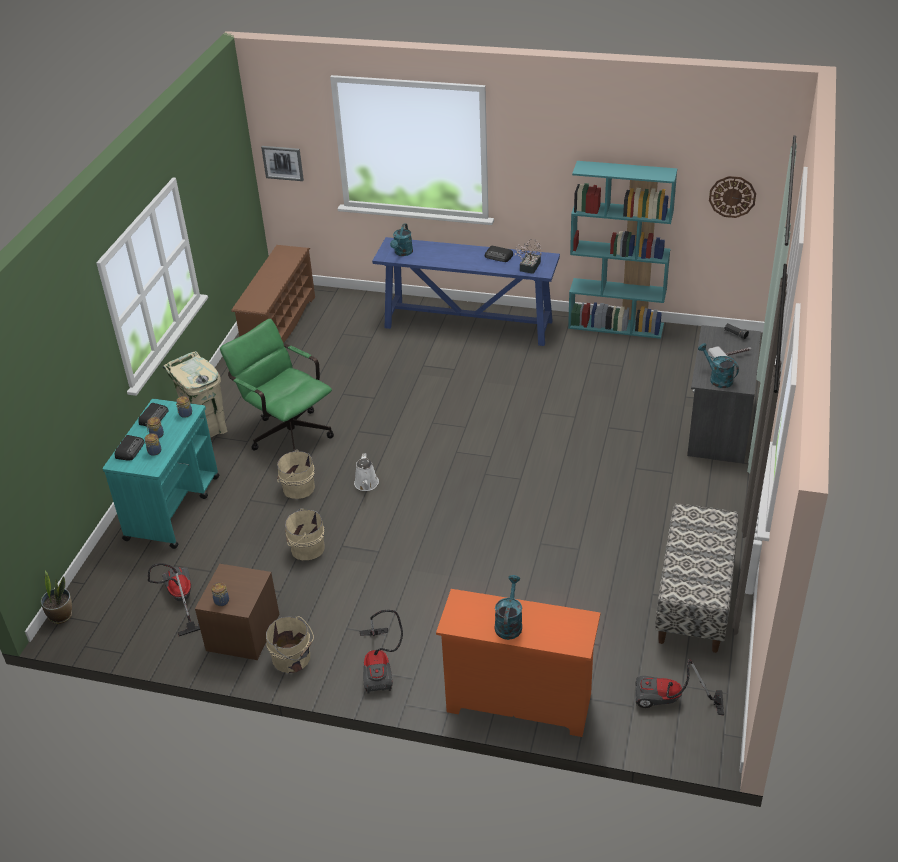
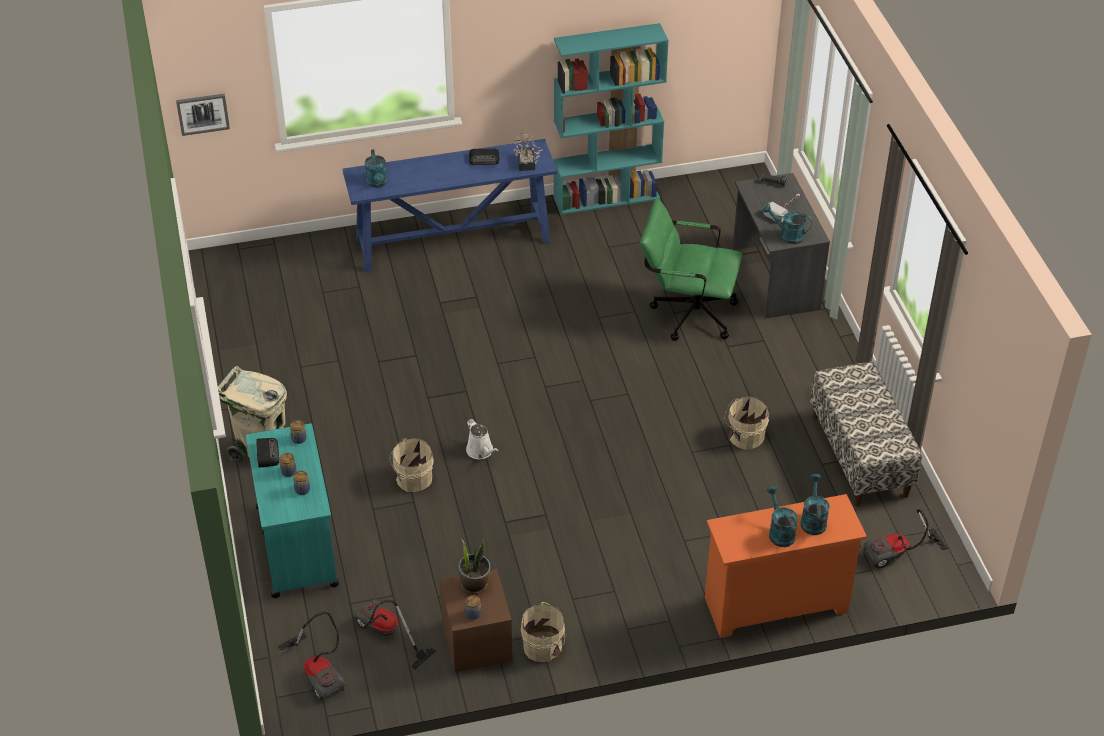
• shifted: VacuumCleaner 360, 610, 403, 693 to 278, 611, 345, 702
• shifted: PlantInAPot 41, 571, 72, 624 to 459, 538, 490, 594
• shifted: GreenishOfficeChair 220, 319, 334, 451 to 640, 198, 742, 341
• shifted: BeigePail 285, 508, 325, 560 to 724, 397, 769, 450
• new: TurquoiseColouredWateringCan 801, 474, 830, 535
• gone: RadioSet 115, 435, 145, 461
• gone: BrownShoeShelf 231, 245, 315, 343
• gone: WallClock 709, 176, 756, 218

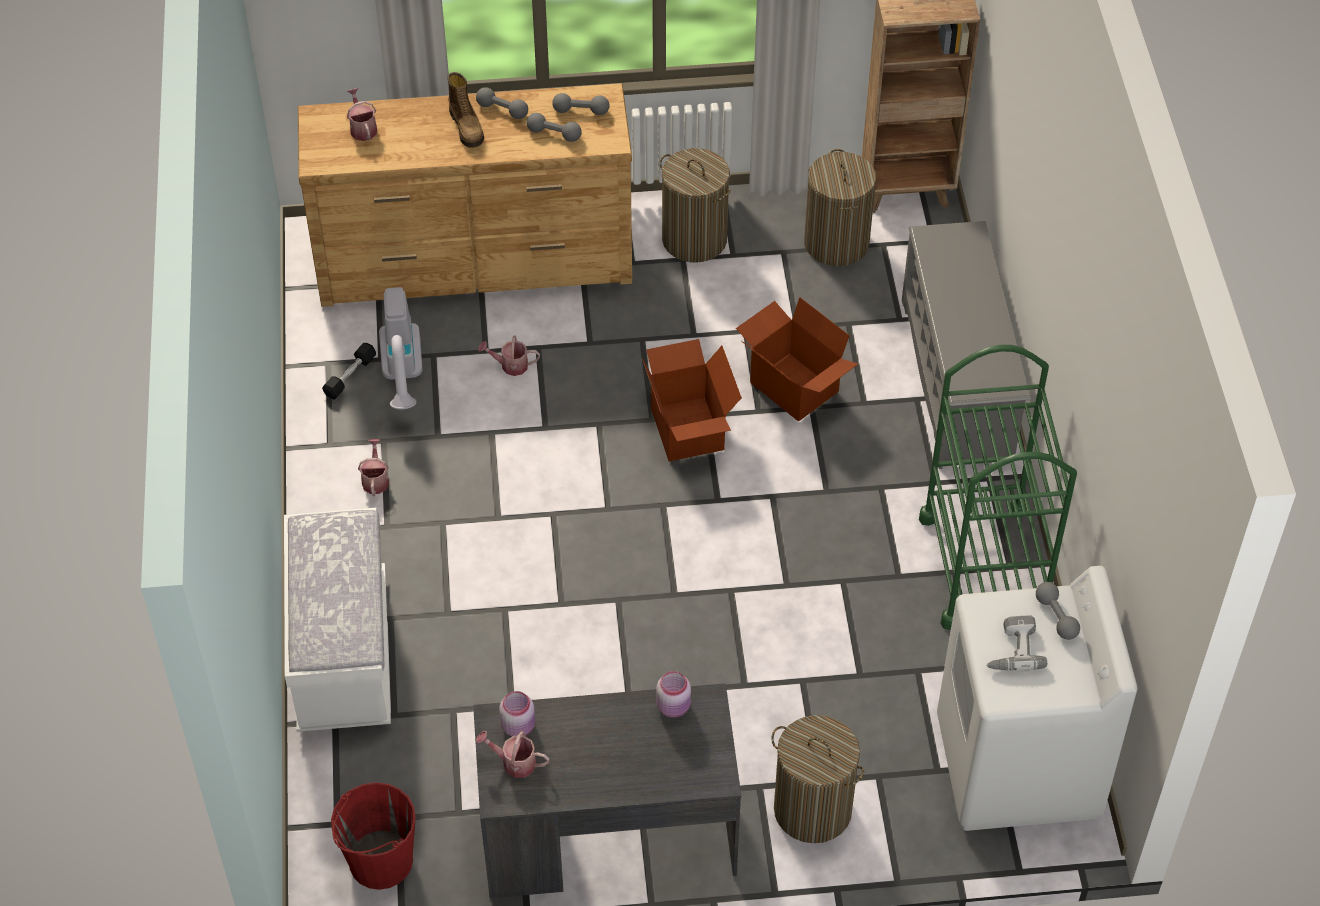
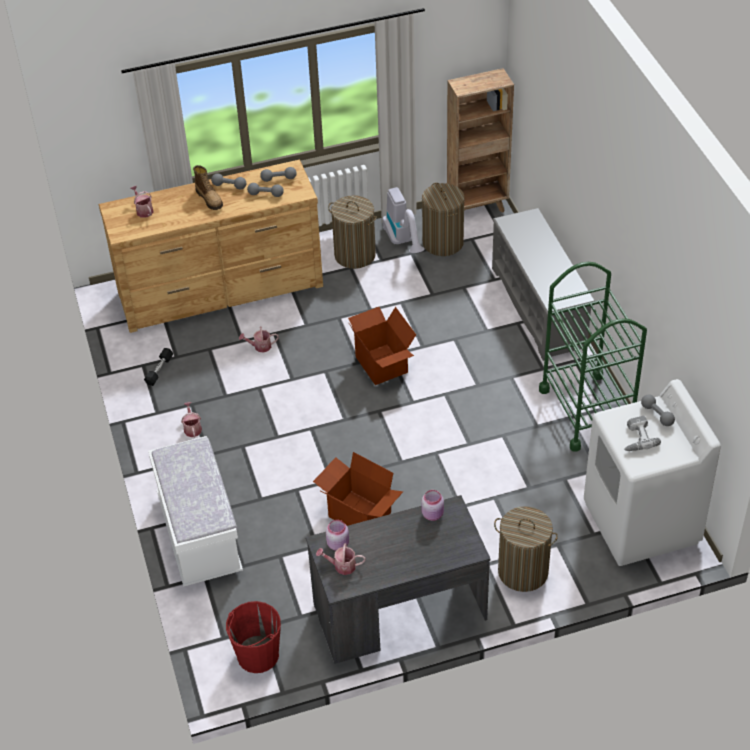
• shifted: PackingBox 736, 297, 858, 421 to 313, 452, 403, 526
• shifted: VacuumCleaner 379, 287, 423, 410 to 383, 187, 425, 253

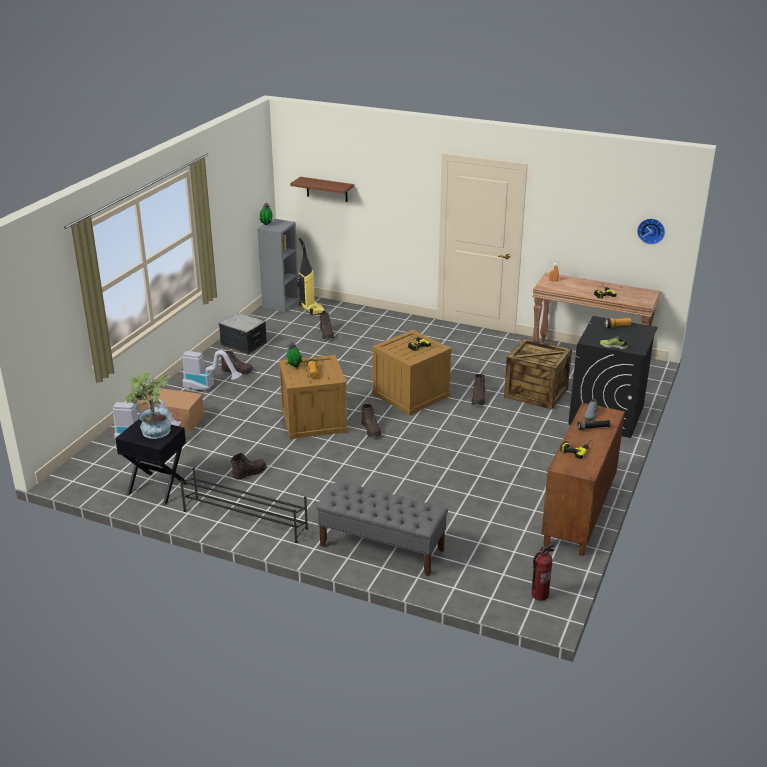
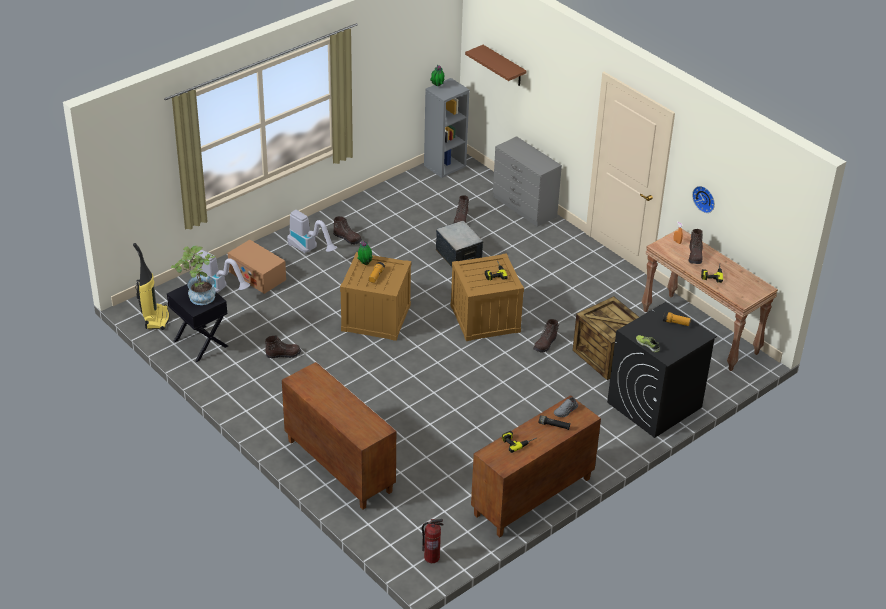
• shifted: VacuumCleaner 297, 238, 326, 315 to 133, 243, 170, 330
• swapped: GrayLongSeat 316, 481, 448, 576 to BrownStorageCabinet 282, 362, 396, 510
• shifted: StorageContainer 219, 313, 267, 354 to 436, 221, 484, 267
• new: GrayChestOfDrawers 493, 136, 562, 227
• shifted: BrownTallBoot 361, 404, 381, 437 to 688, 229, 703, 264
• shifted: WallClock 637, 218, 665, 245 to 692, 186, 715, 213
• gone: BlackishShoeShelf 180, 468, 308, 543

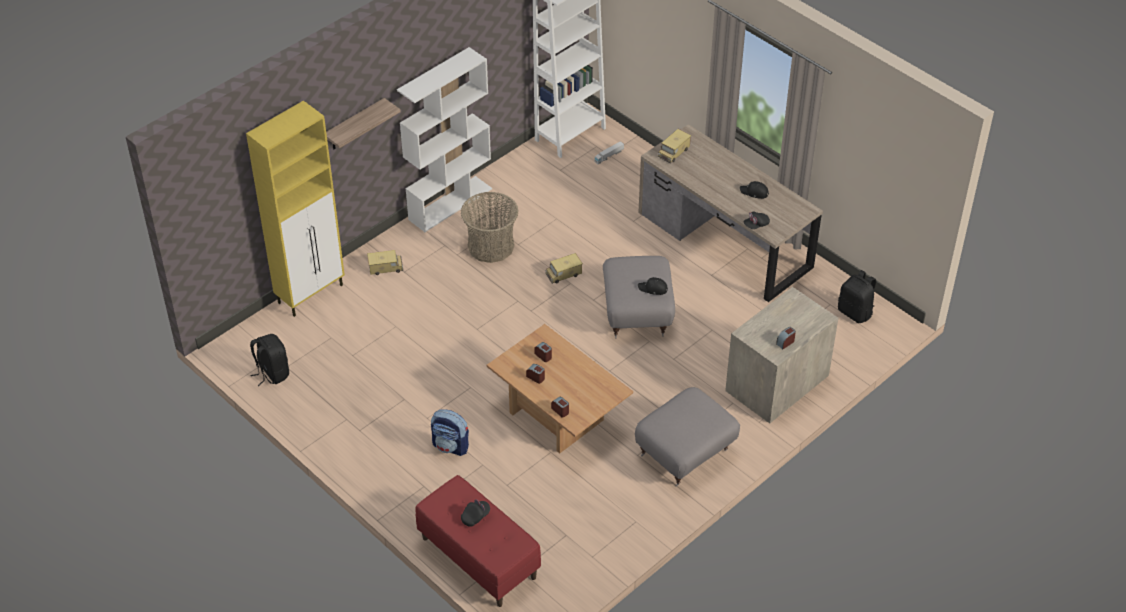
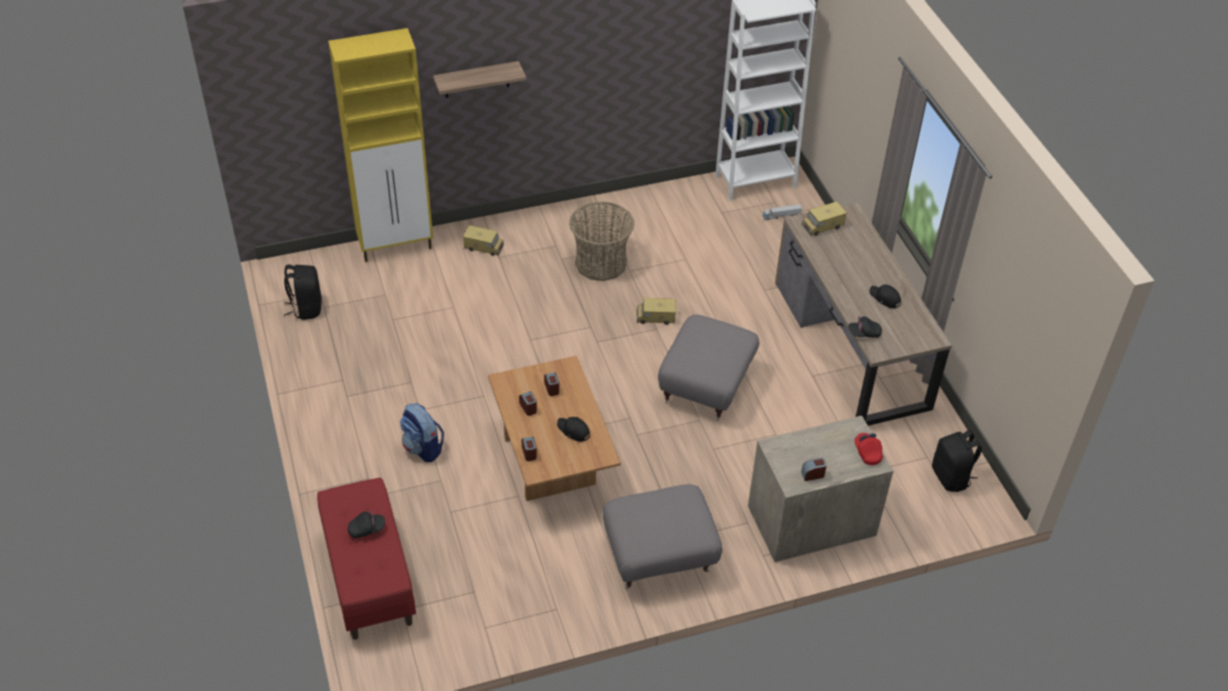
• shifted: BlackishPeakedCap 638, 277, 668, 295 to 557, 417, 590, 442
• new: RedColouredPeakedCap 855, 433, 883, 465
• gone: WhitishBookcase 397, 47, 492, 232

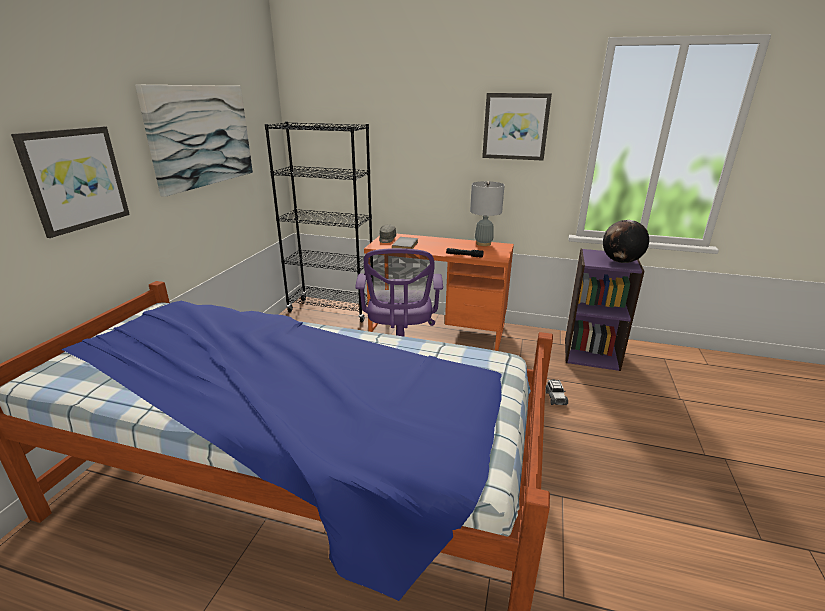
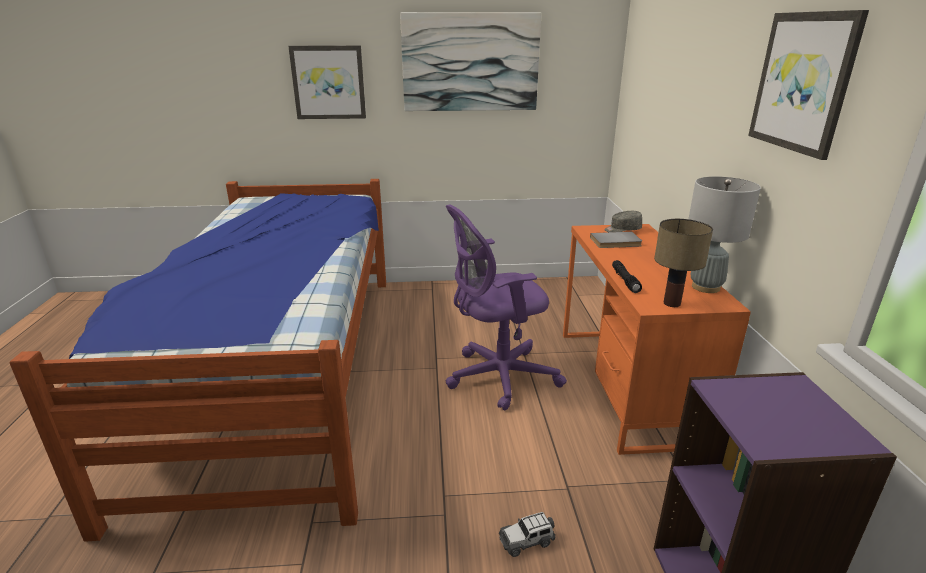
• new: TableLamp 654, 219, 713, 307
• gone: BlackishBookcase 265, 122, 373, 323
• gone: WorldGlobe 603, 220, 649, 263

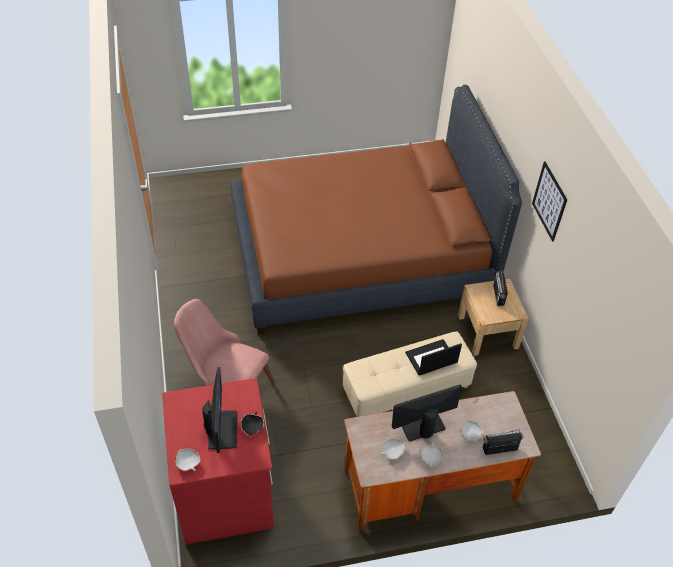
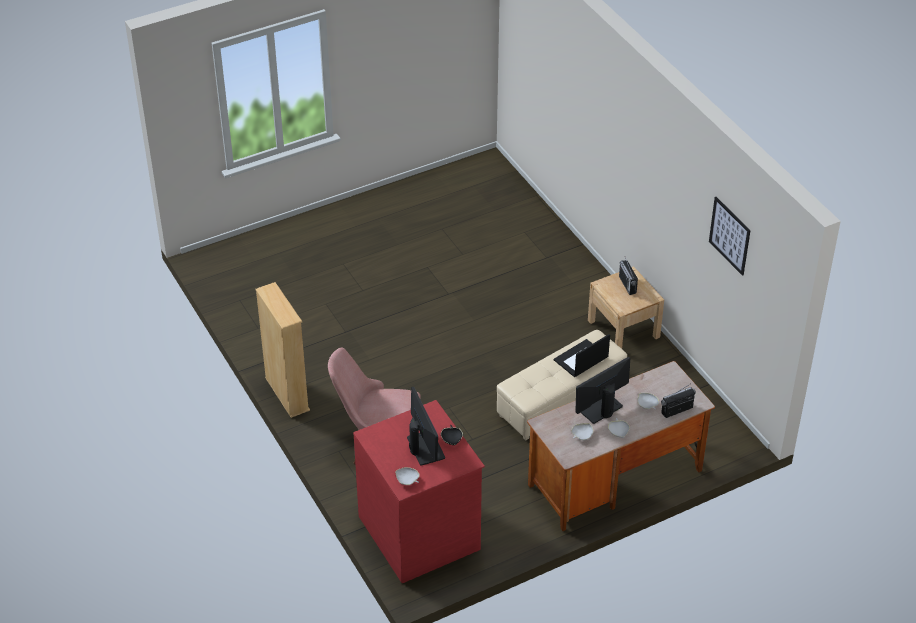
• new: BeigeBookcase 255, 282, 310, 418
• shifted: Picture 532, 161, 567, 242 to 709, 197, 751, 276
• gone: BrownBedroomBed 230, 85, 522, 334

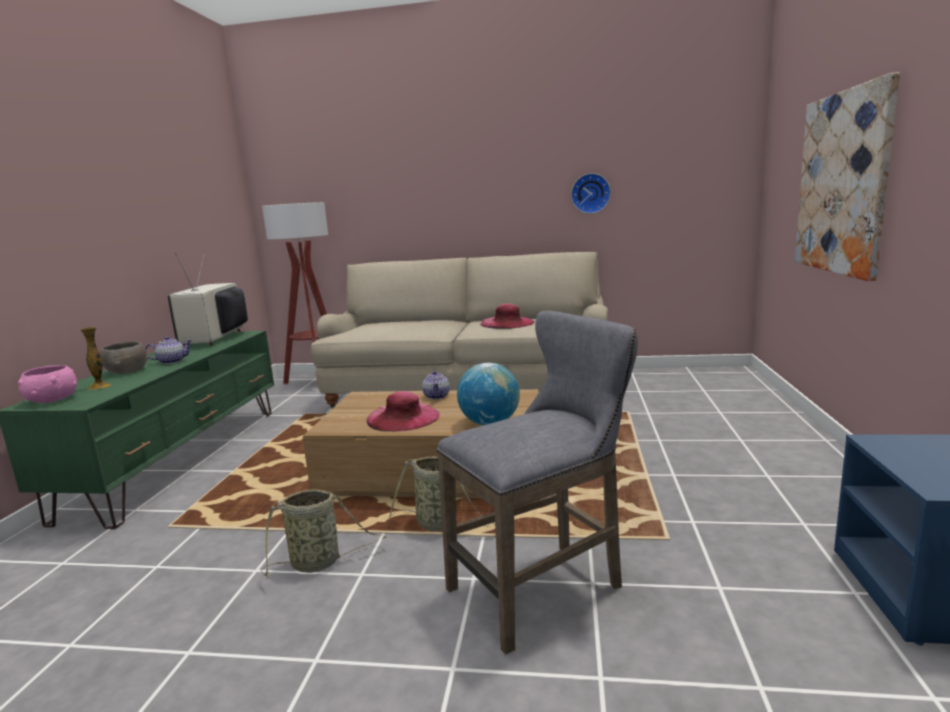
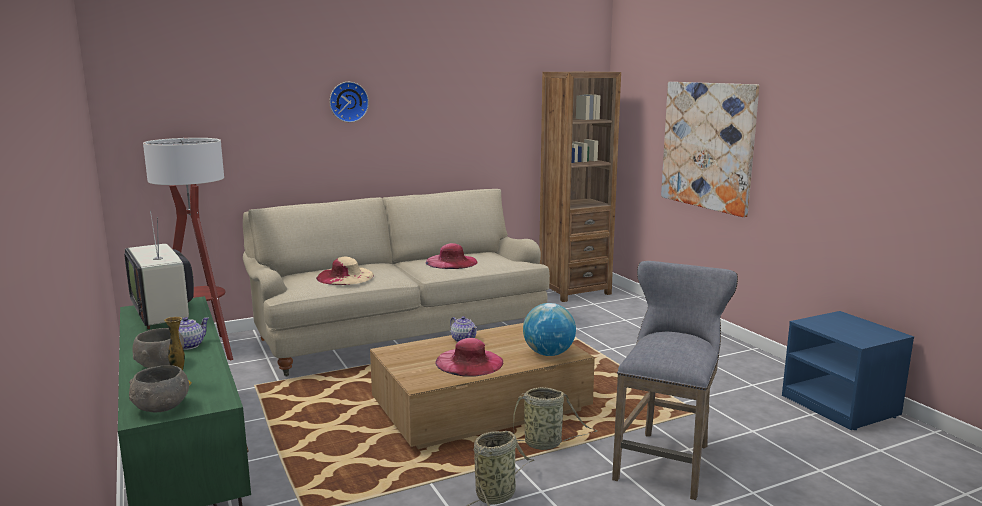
• repainted: PinkColouredDeepDish 18, 365, 77, 403 to GrayDeepDish 129, 365, 189, 412
• new: BeigeWearableHat 316, 257, 374, 285
• shifted: WallClock 571, 173, 611, 214 to 329, 82, 369, 122
• new: BrownBookcase 539, 72, 621, 302

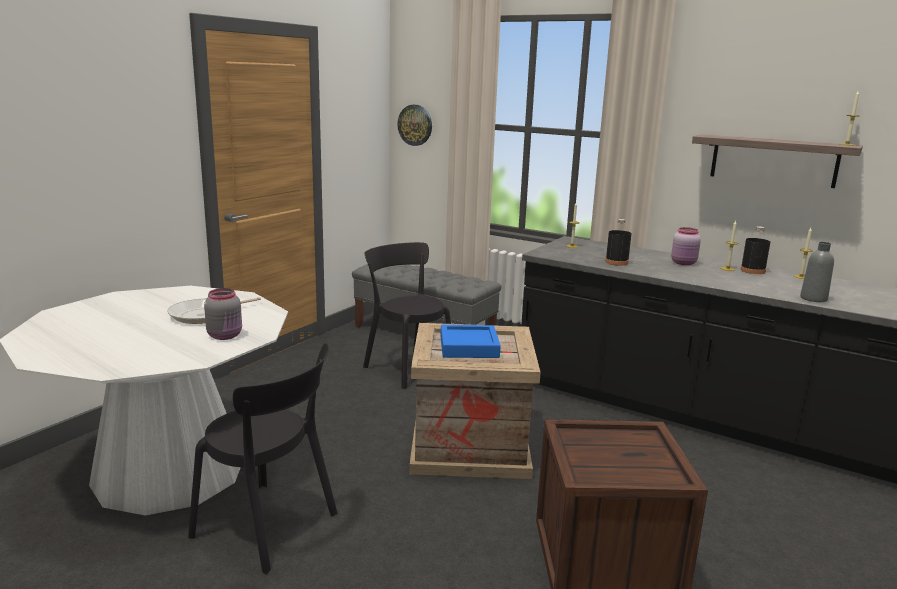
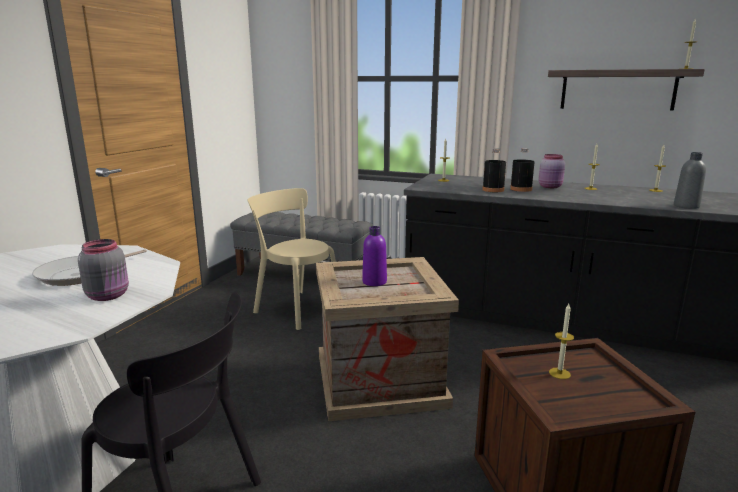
• repainted: BlackishChair 363, 242, 451, 389 to BeigeChair 247, 188, 336, 330
• swapped: BlueServingTray 441, 325, 501, 358 to PurpleColouredBeverageBottle 362, 226, 387, 286
• shifted: BlackishBeverageBottle 740, 226, 770, 274 to 510, 148, 535, 192
• new: WaxCandle 549, 304, 574, 379
• gone: WallClock 398, 105, 432, 146

